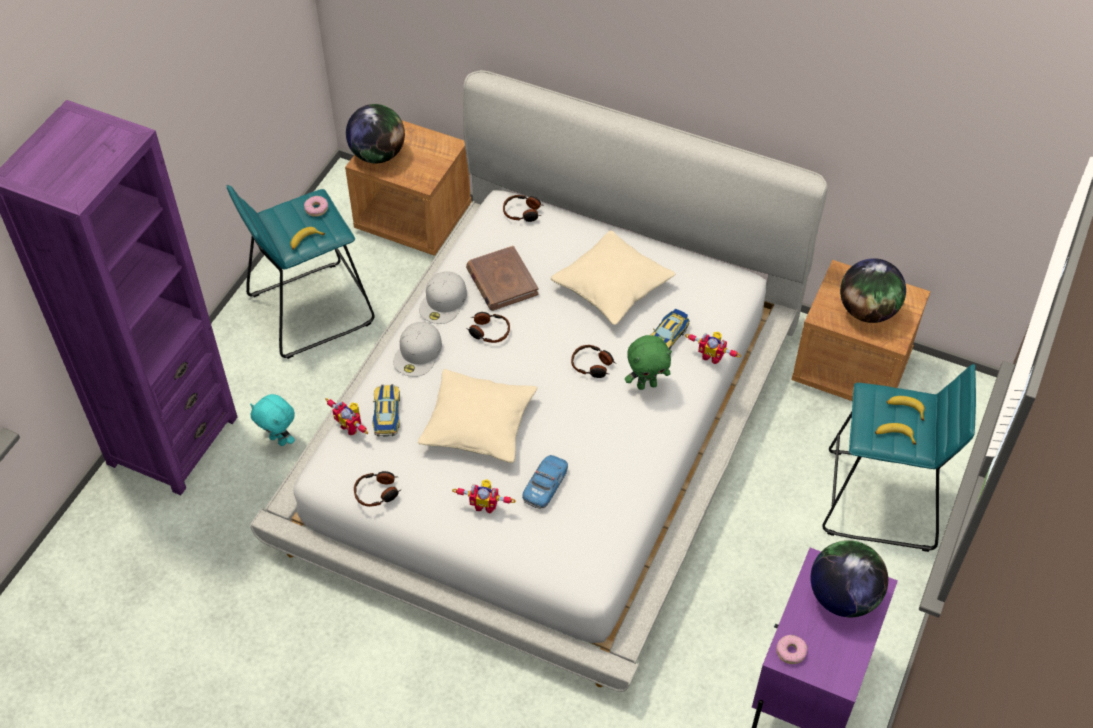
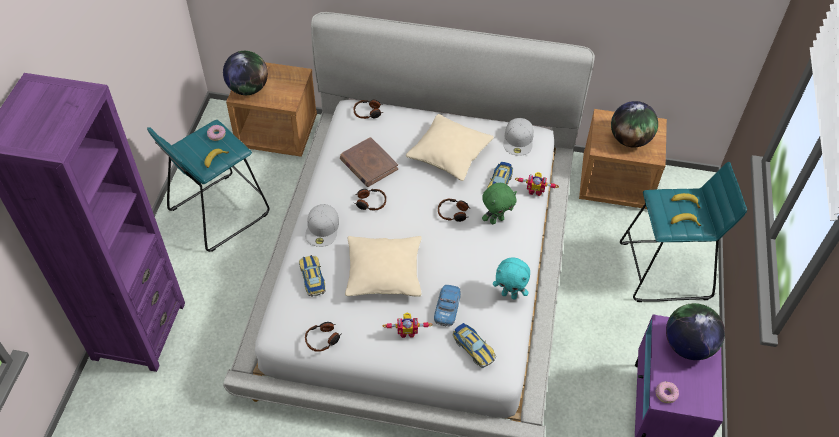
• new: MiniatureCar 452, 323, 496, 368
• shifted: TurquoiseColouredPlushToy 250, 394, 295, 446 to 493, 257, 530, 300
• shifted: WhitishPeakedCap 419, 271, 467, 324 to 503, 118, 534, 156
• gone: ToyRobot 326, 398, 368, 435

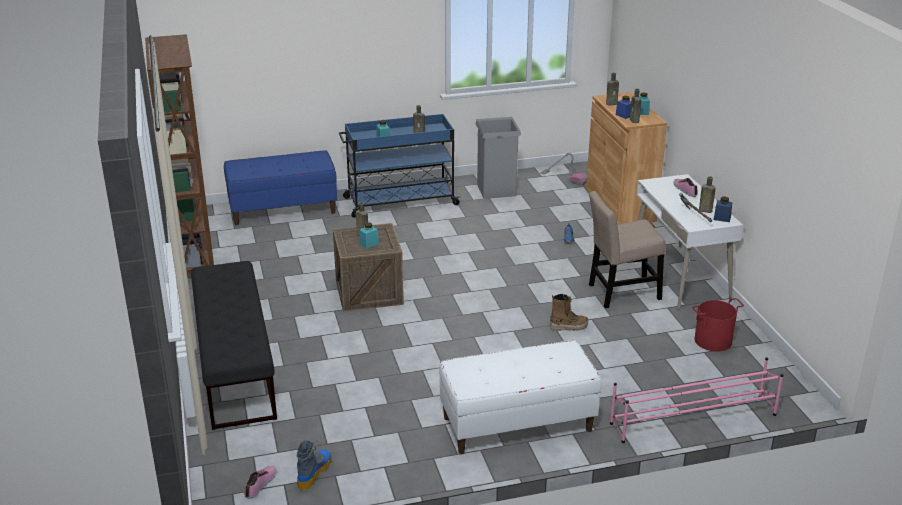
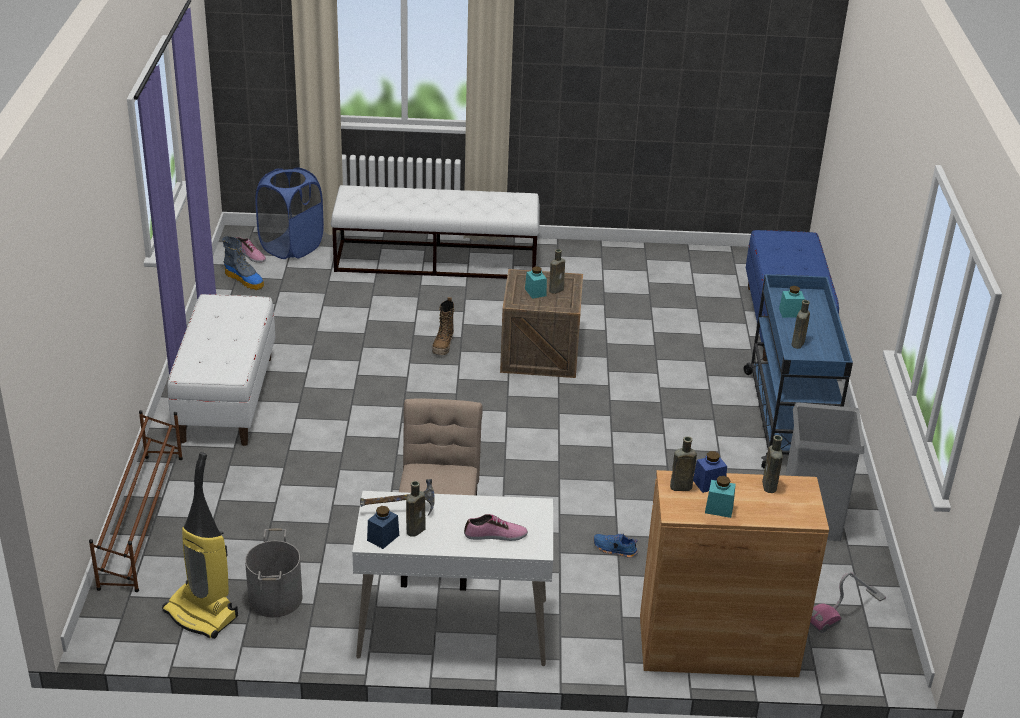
• repainted: PinkColouredShoeShelf 610, 357, 784, 443 to BrownShoeShelf 89, 410, 183, 592
• new: VacuumCleaner 162, 452, 238, 639
• repainted: RedColouredPail 692, 298, 744, 352 to GrayPail 245, 529, 302, 617
• new: BlueHamper 255, 167, 324, 259
• repainted: BlackishLongSeat 191, 261, 277, 430 to WhitishLongSeat 331, 185, 540, 279
• shifted: TallBoot 550, 294, 588, 331 to 432, 297, 455, 355
• gone: BrownBookcase 145, 34, 214, 274

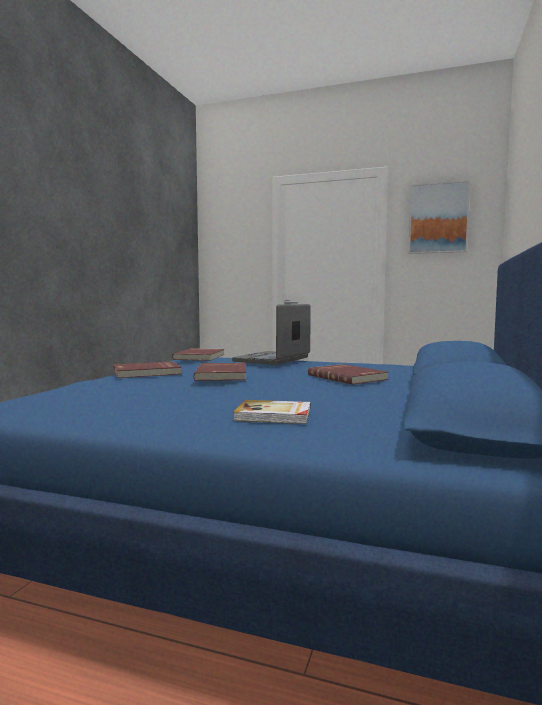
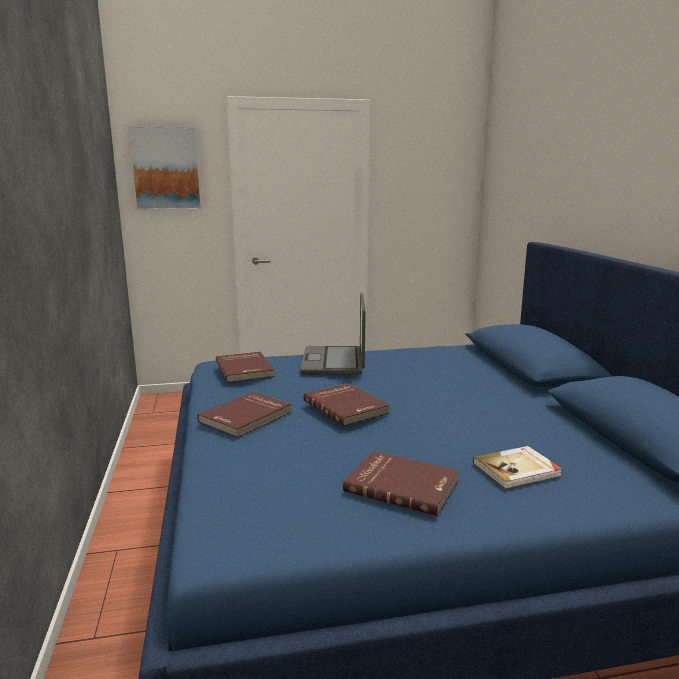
• shifted: Picture 409, 180, 470, 254 to 127, 126, 202, 210
• shifted: RedColouredVolume 308, 364, 389, 385 to 343, 451, 459, 516

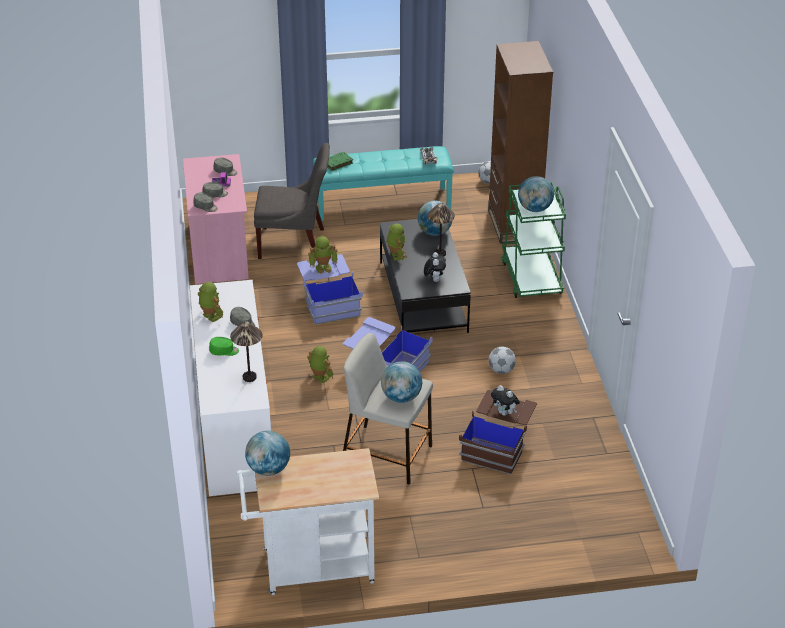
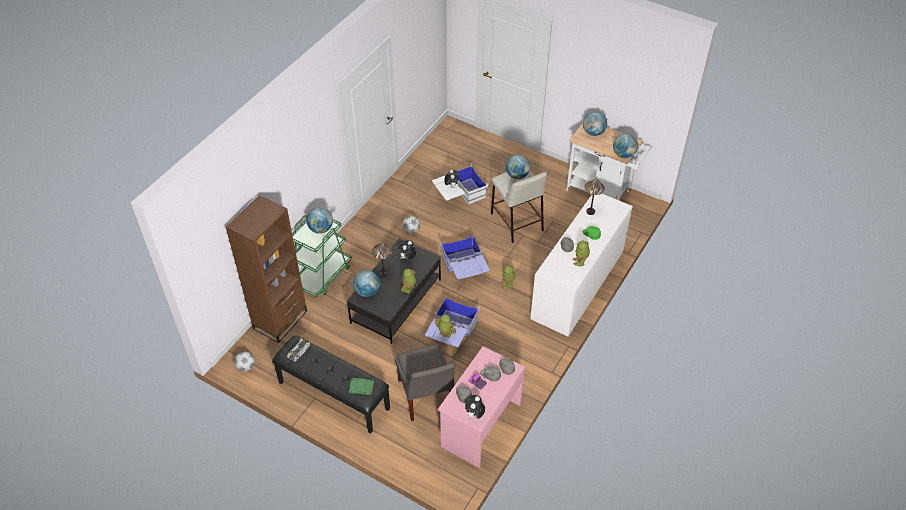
• repainted: TurquoiseColouredLongSeat 313, 146, 454, 221 to BlackishLongSeat 272, 335, 390, 434
• rotated: GrayChair 254, 143, 330, 261 = 395, 344, 455, 421 150 degrees counterclockwise
• repainted: BrownStorageContainer 459, 390, 537, 475 to WhitishStorageContainer 432, 164, 488, 205
• new: PlushToy 465, 395, 485, 419
• new: WorldGlobe 583, 112, 607, 136

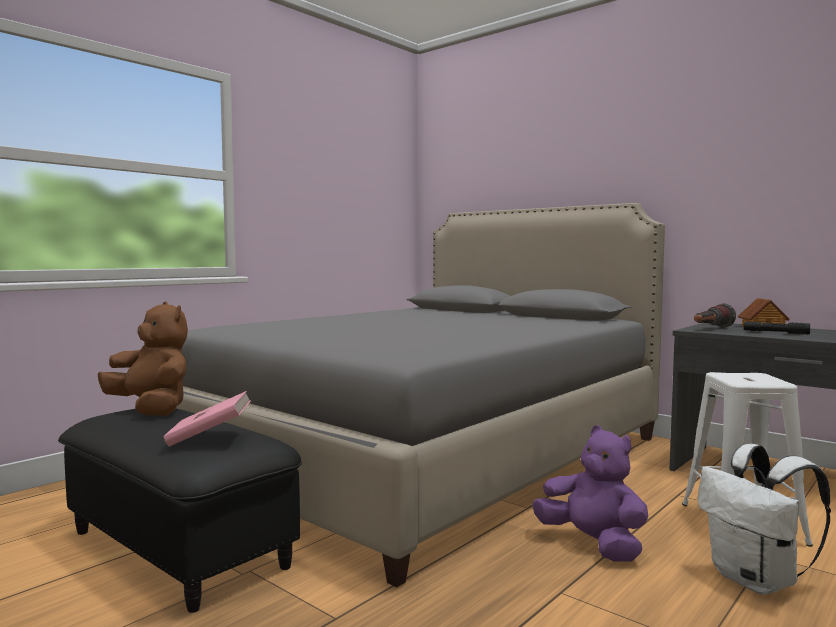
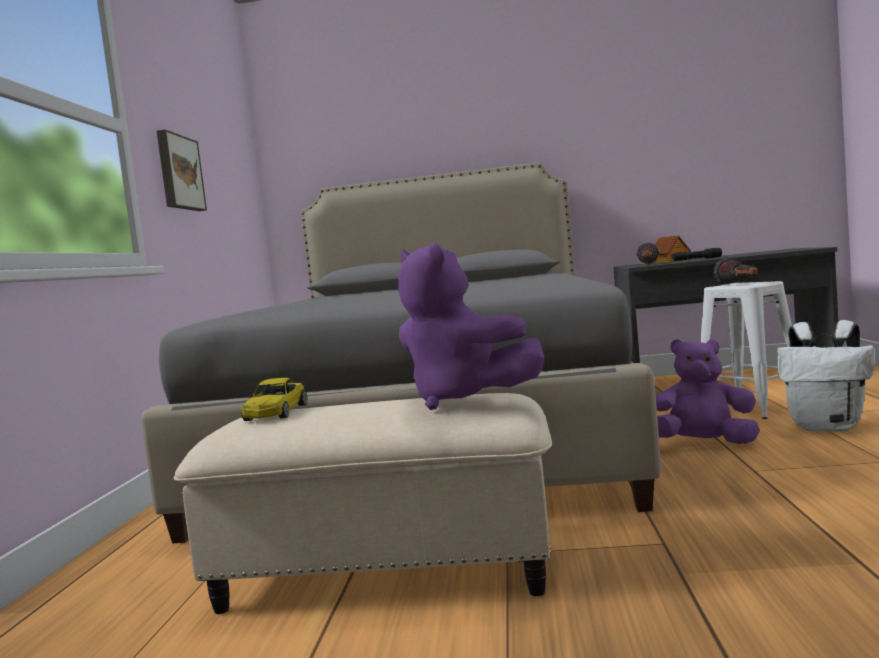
• new: Picture 157, 129, 207, 211
• repainted: BlackishFootrest 58, 409, 302, 613 to BeigeFootrest 174, 393, 552, 614
• swapped: BrownPlushToy 98, 301, 188, 416 to YellowishMiniatureCar 242, 378, 308, 421
• swapped: PinkColouredVolume 164, 391, 251, 447 to PurpleColouredPlushToy 398, 242, 545, 410
• new: Flashlight 714, 259, 758, 284

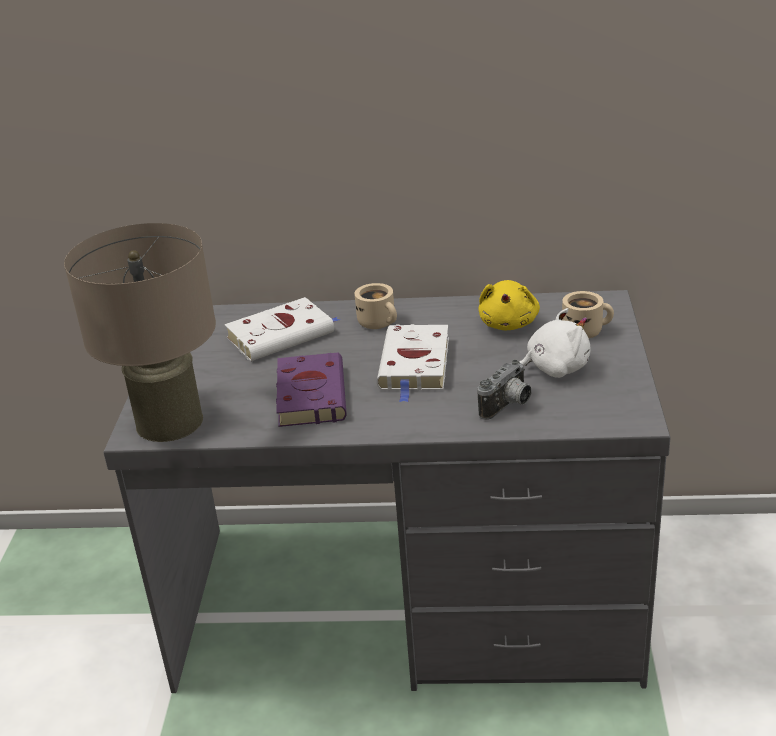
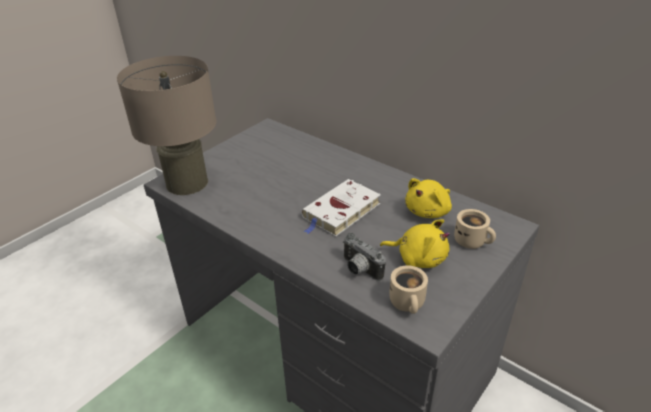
• rotated: StillCamera 477, 360, 532, 420 = 343, 233, 386, 281 60 degrees clockwise
• repainted: WhitishPlushToy 519, 308, 590, 378 to YellowishPlushToy 380, 219, 450, 268
• shifted: BeigeMug 355, 283, 397, 329 to 389, 265, 428, 314
• gone: WhitishVolume 225, 297, 340, 361
• gone: PurpleColouredVolume 276, 353, 347, 427

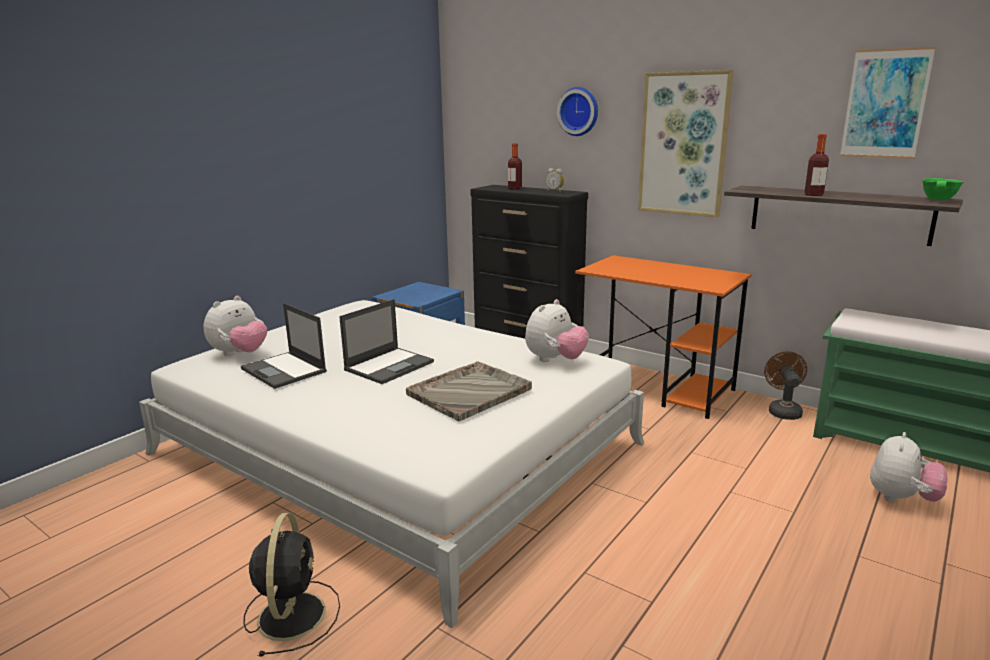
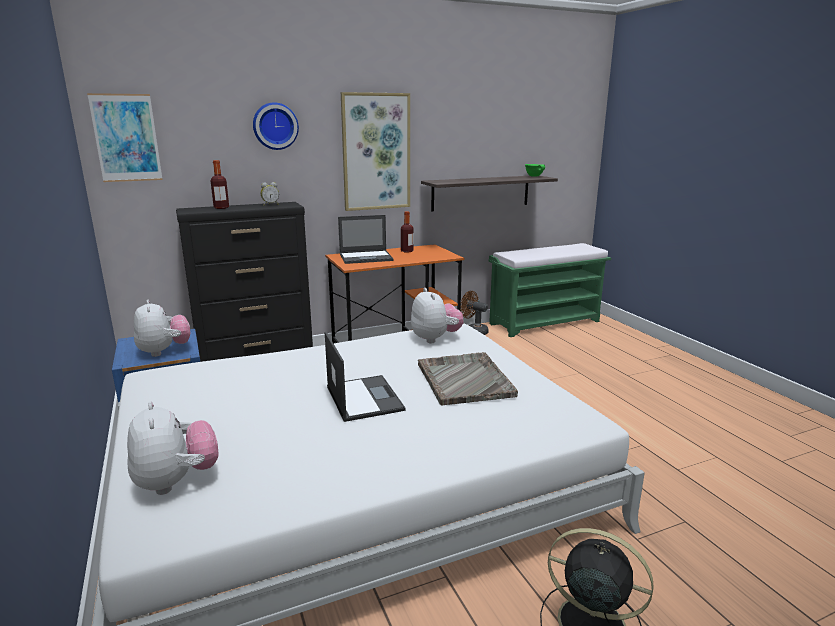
• shifted: Picture 840, 47, 936, 159 to 87, 93, 163, 182
• shifted: PlushToy 870, 432, 948, 502 to 134, 300, 190, 357
• shifted: PortableComputer 241, 303, 327, 389 to 338, 215, 394, 264
• shifted: BeverageBottle 804, 134, 829, 196 to 401, 211, 414, 253

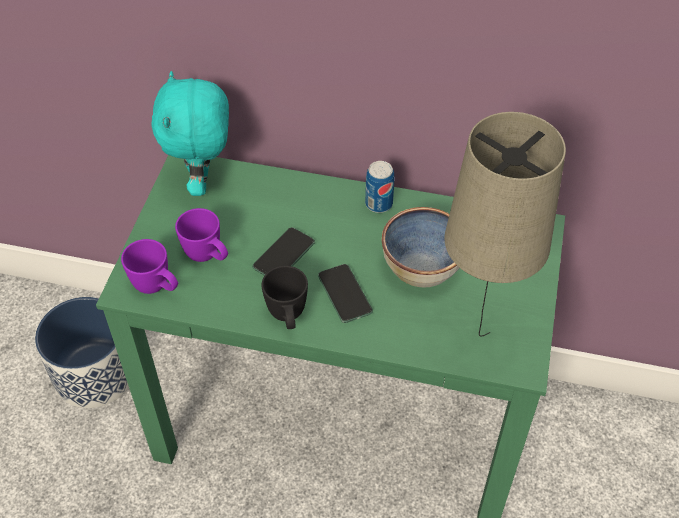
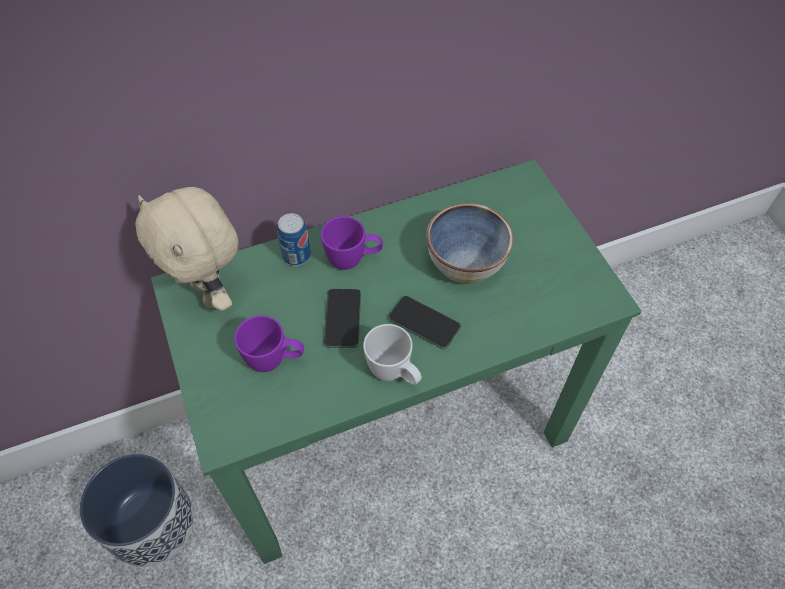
• repainted: TurquoiseColouredPlushToy 151, 71, 229, 196 to BeigePlushToy 135, 187, 238, 311
• shifted: MetalCan 365, 161, 395, 213 to 277, 213, 311, 266
• shifted: PurpleColouredMug 121, 239, 178, 294 to 321, 216, 383, 270
• repainted: BlackishMug 261, 266, 308, 329 to WhitishMug 363, 324, 422, 385
• gone: BeigeTableLamp 445, 112, 566, 337

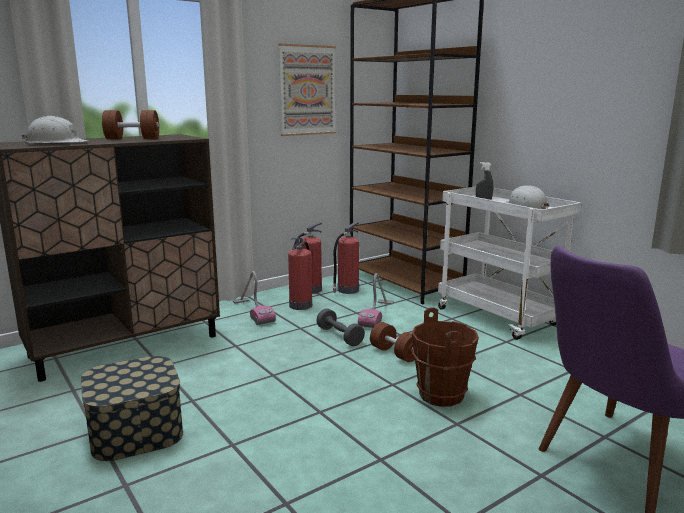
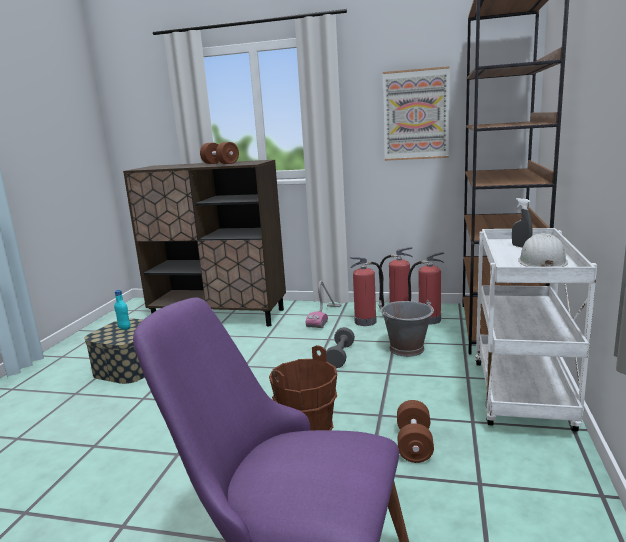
• new: TurquoiseColouredBeverageBottle 114, 290, 131, 330
• swapped: VacuumCleaner 358, 273, 394, 328 to GrayPail 381, 300, 434, 357
• shifted: BrownFreeWeight 370, 322, 415, 362 to 397, 400, 434, 463
• gone: WhitishHardHat 21, 116, 89, 143

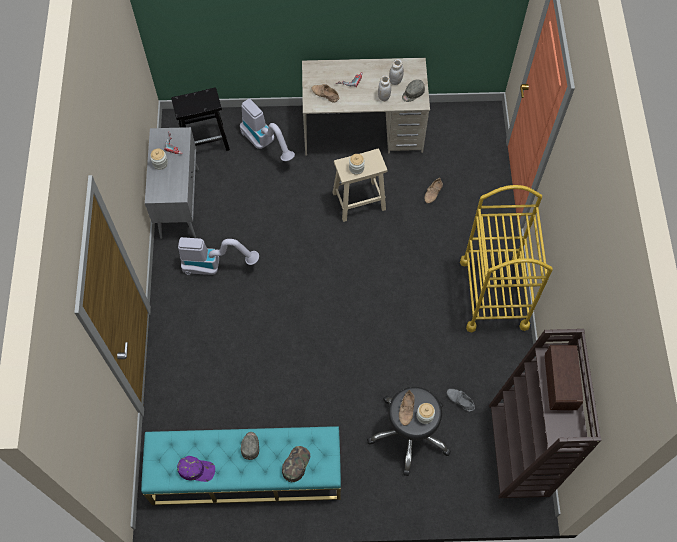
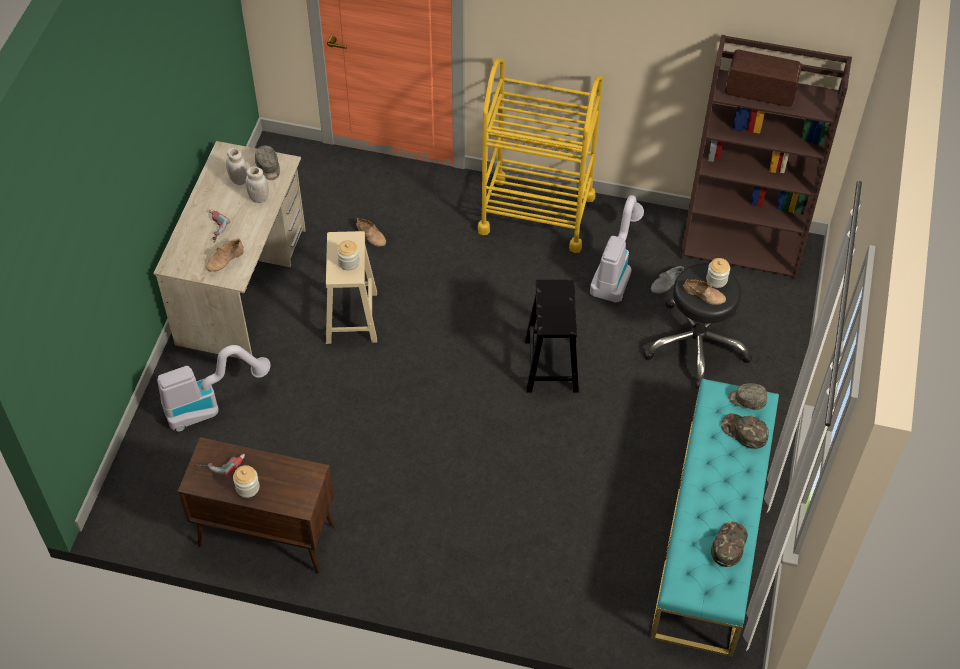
• repainted: GrayStorageCabinet 145, 127, 199, 239 to BrownStorageCabinet 177, 437, 335, 574
• shifted: BlackishSittingStool 171, 87, 230, 151 to 525, 280, 579, 392
• shifted: VacuumCleaner 178, 237, 259, 275 to 590, 195, 644, 302
• repainted: PurpleColouredPeakedCap 177, 456, 215, 482 to GreenishPeakedCap 711, 522, 748, 567
• shifted: GrayPeakedCap 241, 432, 259, 460 to 728, 383, 767, 410

